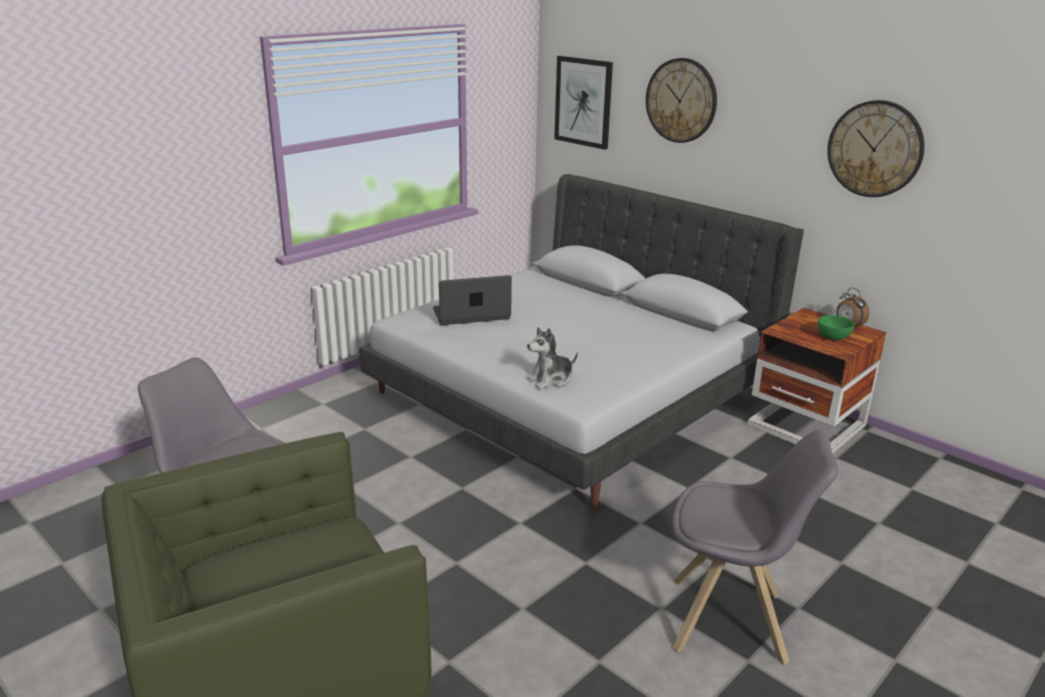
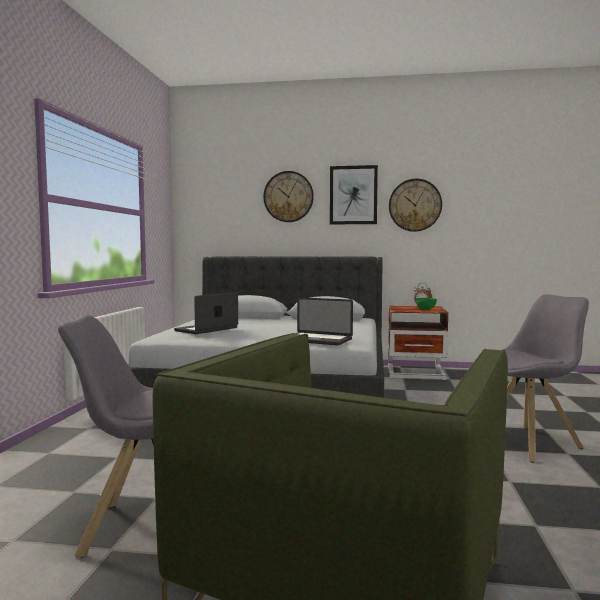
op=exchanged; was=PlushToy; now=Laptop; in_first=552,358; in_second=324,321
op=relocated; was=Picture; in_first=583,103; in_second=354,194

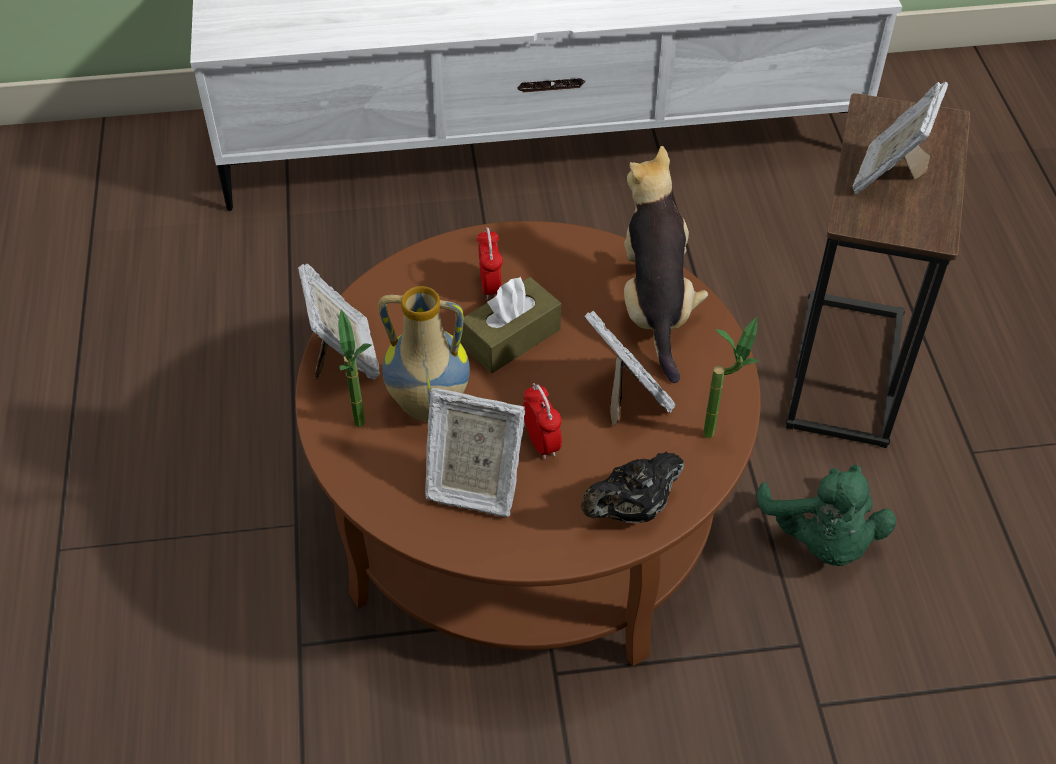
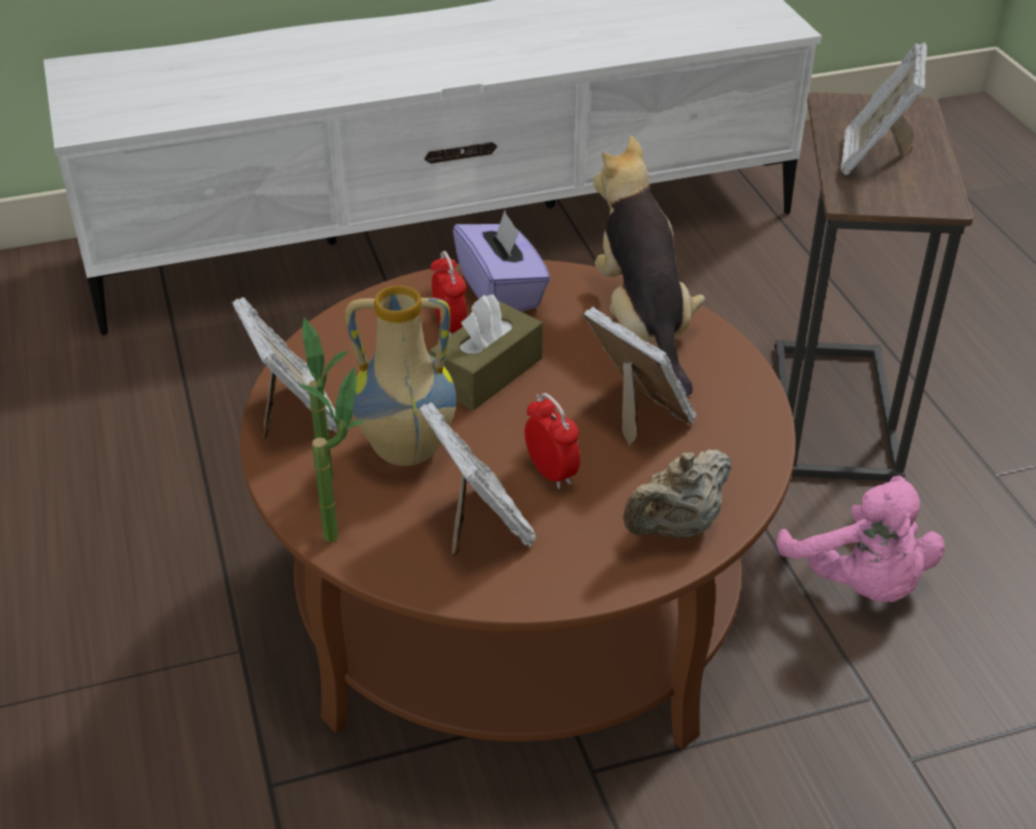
op=spun; was=PictureFrame; in_first=475,452; in_second=477,480; clockwise=-120
op=colour; was=BlackTeapot; now=BeigeTeapot; in_first=632,487; in_second=677,494
op=relocated; was=PottedPlant; in_first=731,377; in_second=331,454
op=colour; was=GreenPlushToy; now=PinkPlushToy; in_first=826,515; in_second=860,539
op=appeared; now=PurpleTissueBox; in_second=501,261

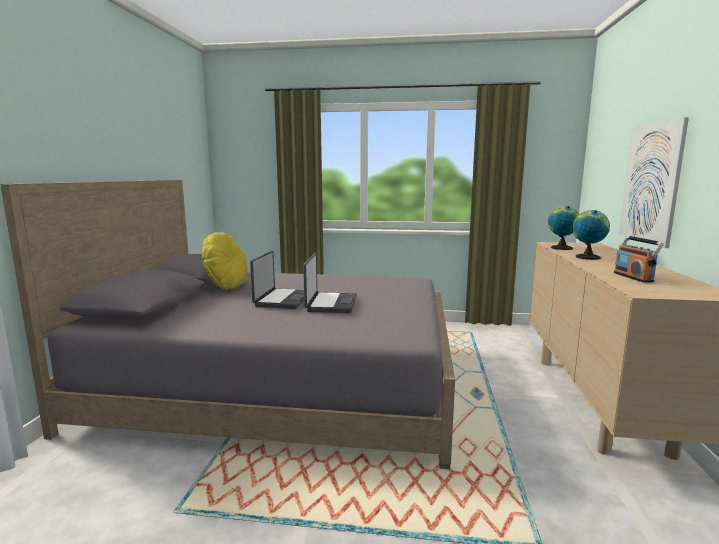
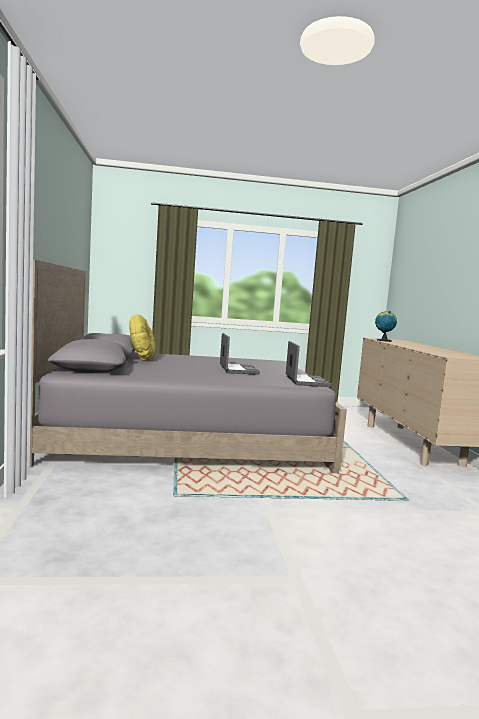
op=relocated; was=Laptop; in_first=277,280; in_second=309,364
op=missing; was=Globe; in_first=591,235
op=missing; was=Radio; in_first=639,259
op=missing; was=Picture; in_first=654,182

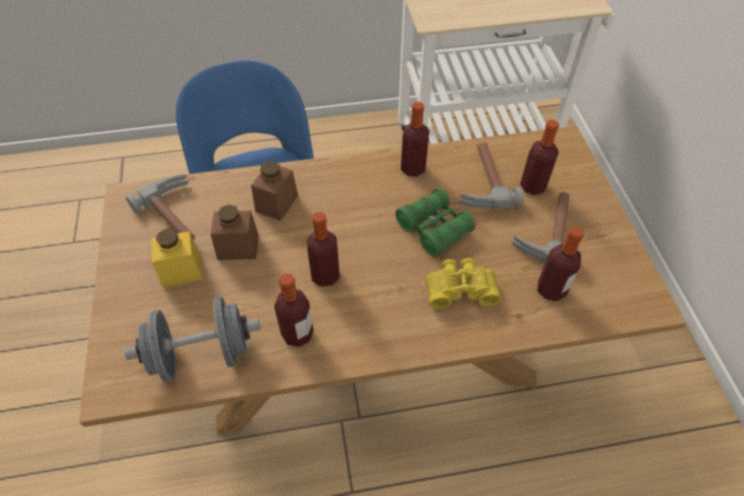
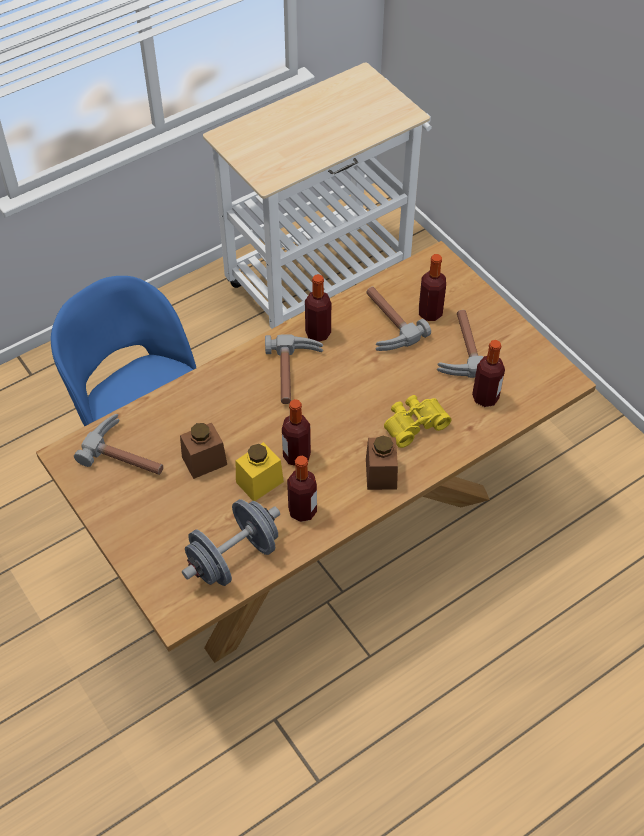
op=relocated; was=YellowJar; in_first=177,258; in_second=260,471
op=relocated; was=BrownJar; in_first=274,191; in_second=382,463
op=missing; was=GreenBinoculars; in_first=435,222
op=appeared; now=Hammer; in_second=294,369

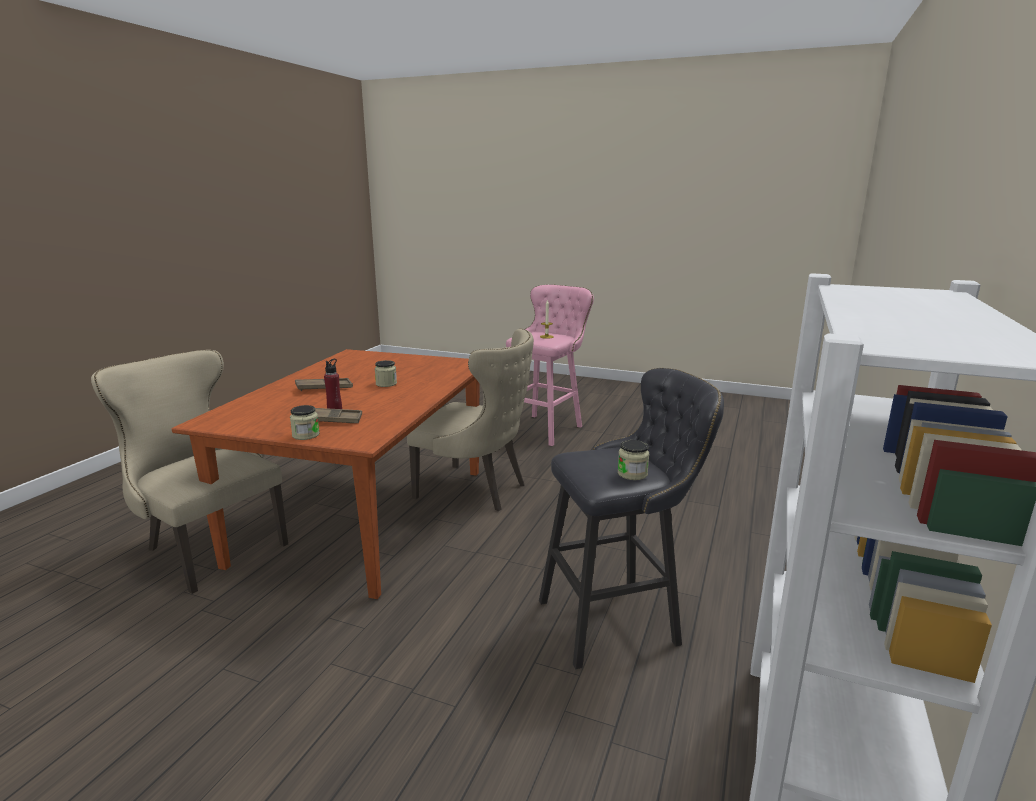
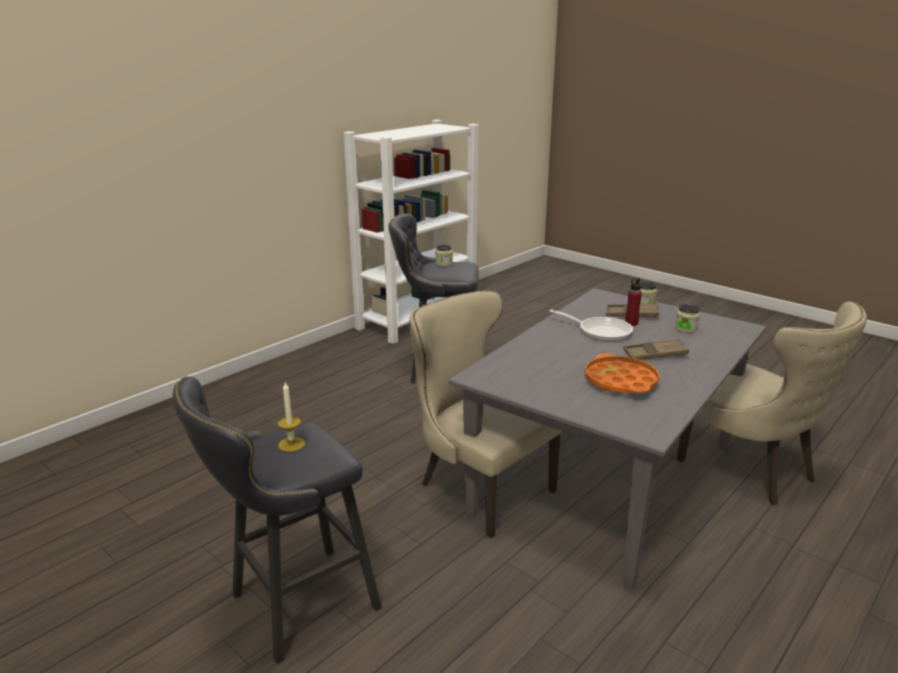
op=colour; was=BrownDiningTable; now=GreyDiningTable; in_first=325,474; in_second=607,439
op=relocated; was=Jar; in_first=386,373; in_second=687,318
op=colour; was=PinkStool; now=BlackStool; in_first=550,365; in_second=277,520
op=appeared; now=FryingPan; in_second=591,325
op=appeared; now=OrangeTray; in_second=622,373

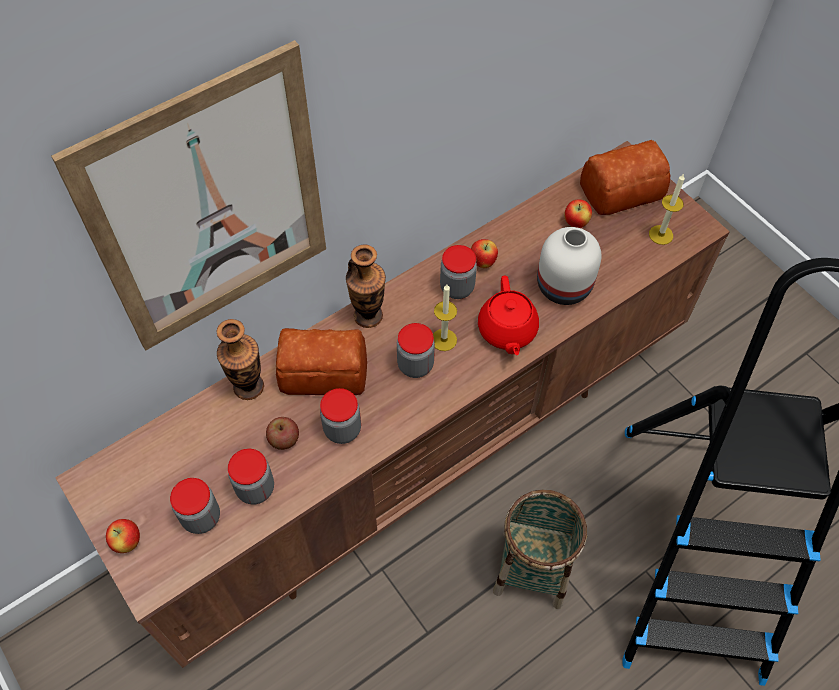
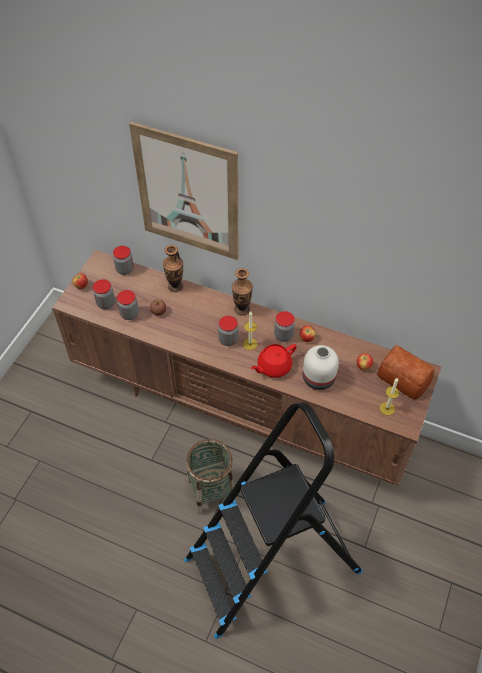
op=missing; was=Bread; in_first=321,361
op=relocated; was=Jar; in_first=340,416; in_second=123,260

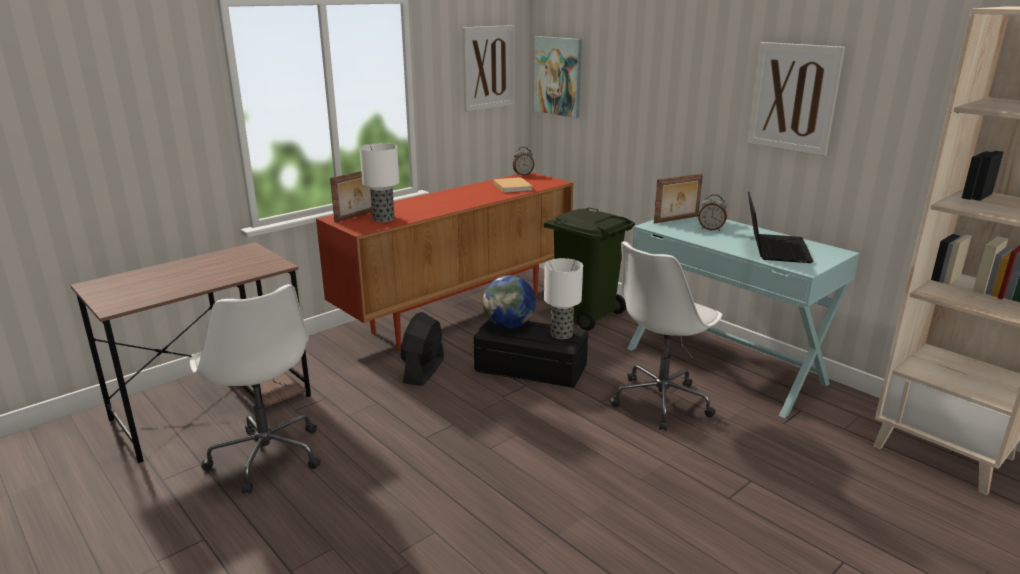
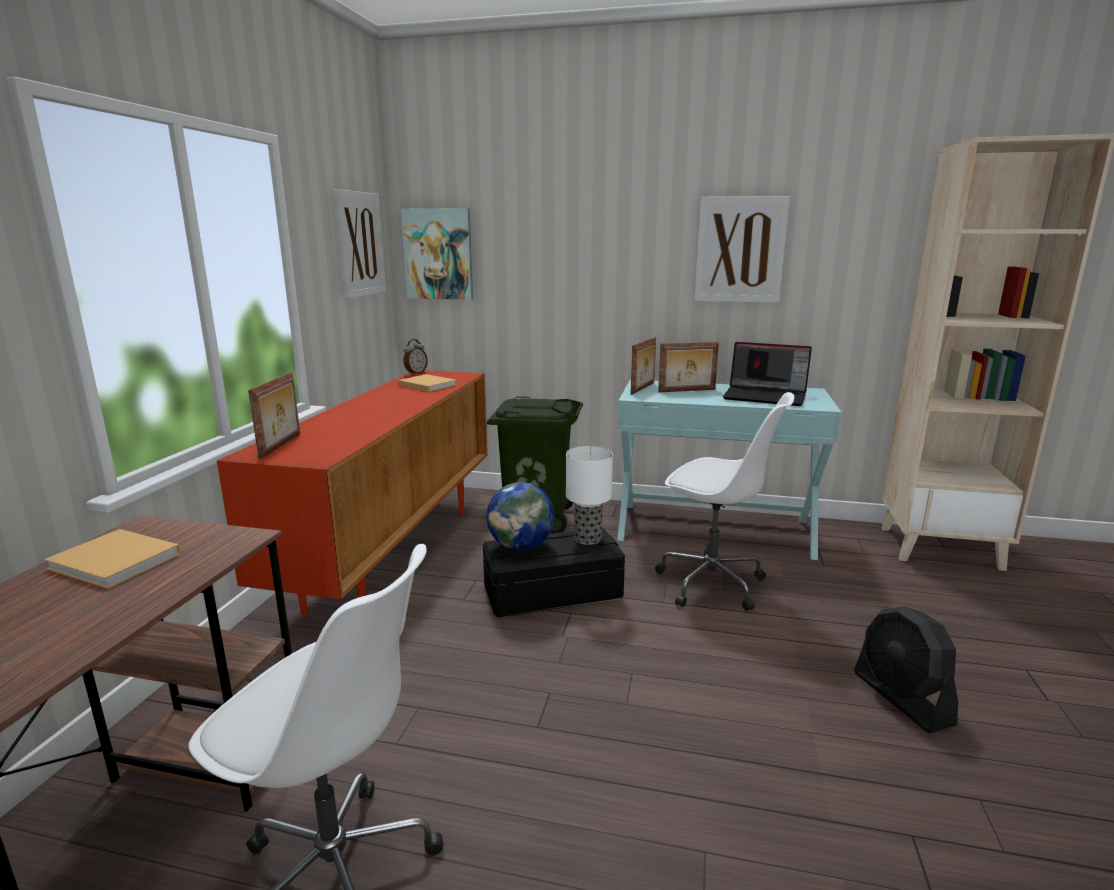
op=missing; was=TableLamp; in_first=379,182
op=relocated; was=BlackFan; in_first=422,349; in_second=906,669
op=spun; was=WhiteOfficeChair; in_first=666,336; in_second=725,501; clockwise=-75
op=exchanged; was=AlarmClock; now=PictureFrame; in_first=712,212; in_second=688,367
op=spun; was=Laptop; in_first=780,227; in_second=767,374; clockwise=135
op=appeared; now=BeigeBook; in_second=112,559

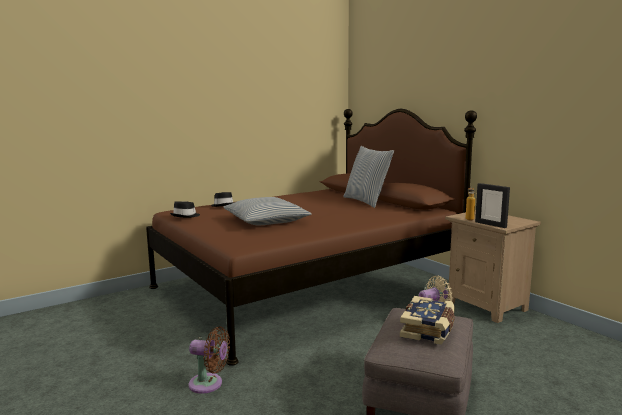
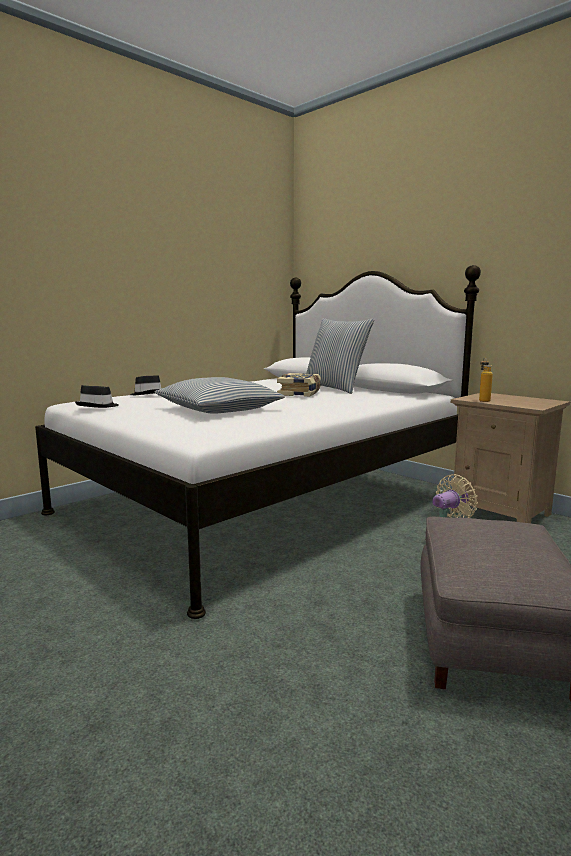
op=colour; was=BrownBed; now=WhiteBed; in_first=311,237; in_second=258,442
op=missing; was=BrownFan; in_first=209,360
op=relocated; was=Book; in_first=427,320; in_second=299,385
op=missing; was=PictureFrame; in_first=492,205

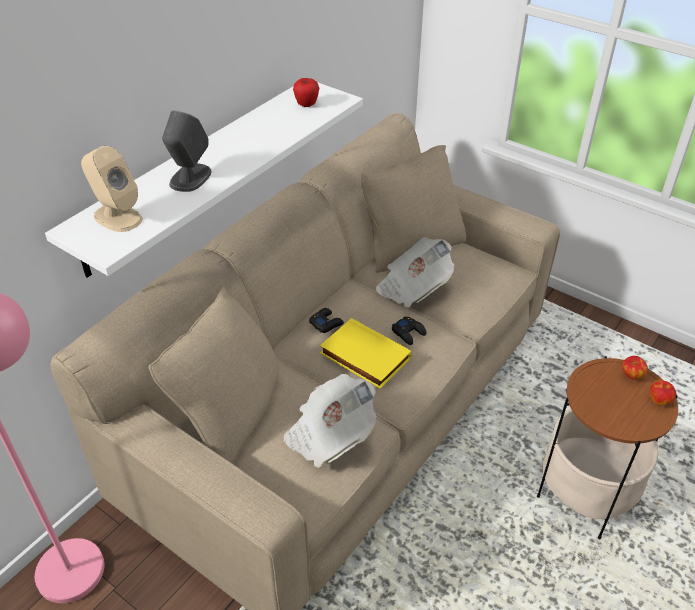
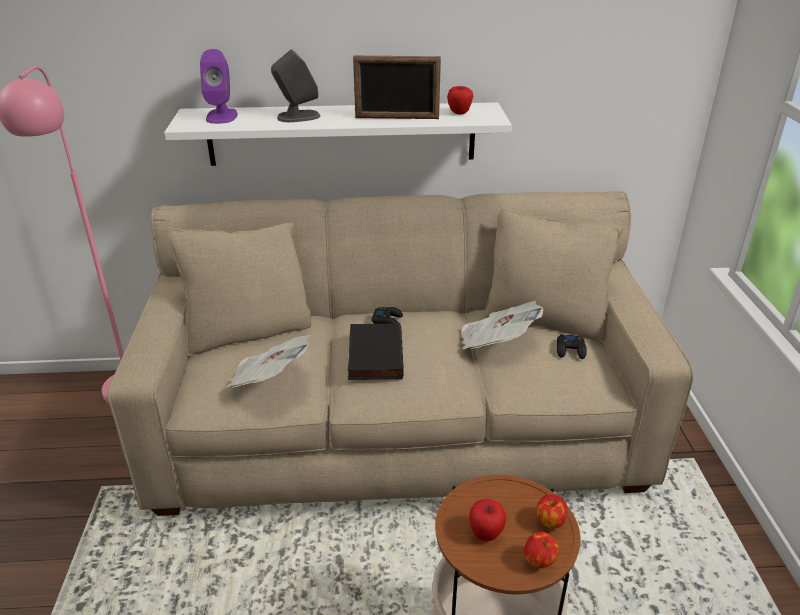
op=colour; was=BeigeSpeaker; now=PurpleSpeaker; in_first=112,189; in_second=219,86
op=colour; was=YellowBook; now=BlackBook; in_first=366,353; in_second=375,351
op=relocated; was=BlackGameController; in_first=409,330; in_second=572,346
op=appeared; now=PictureFrame; in_second=397,87
op=appeared; now=Apple; in_second=487,520

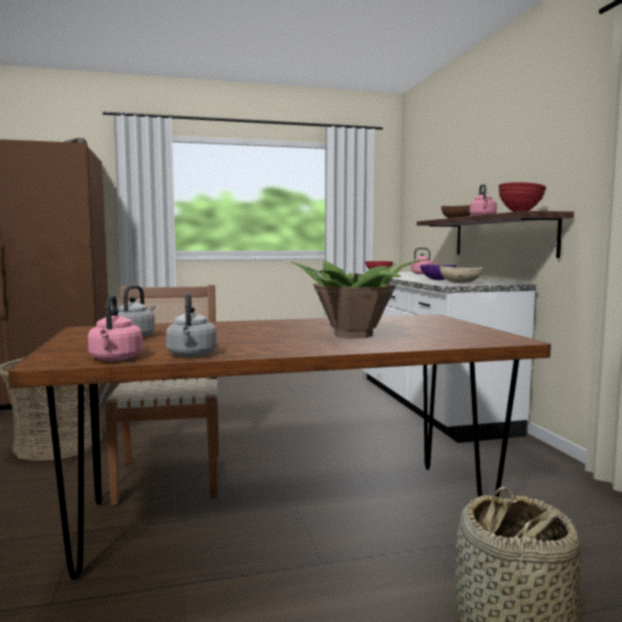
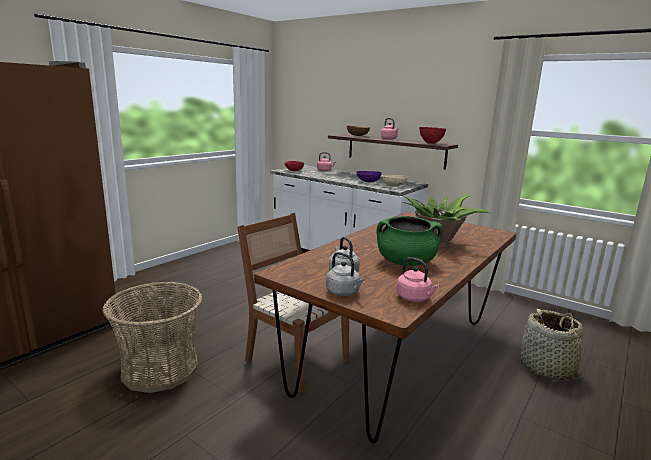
op=relocated; was=GreyKettle; in_first=191,325; in_second=345,274
op=appeared; now=GreenCookingPot; in_second=410,241

